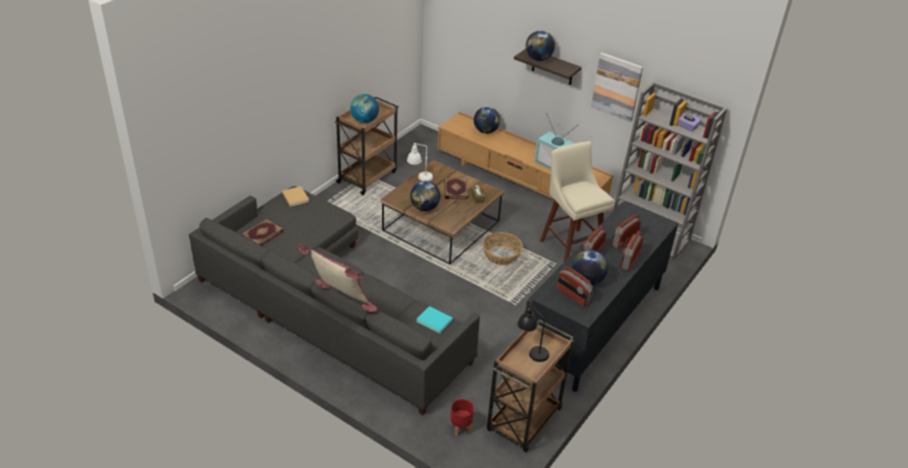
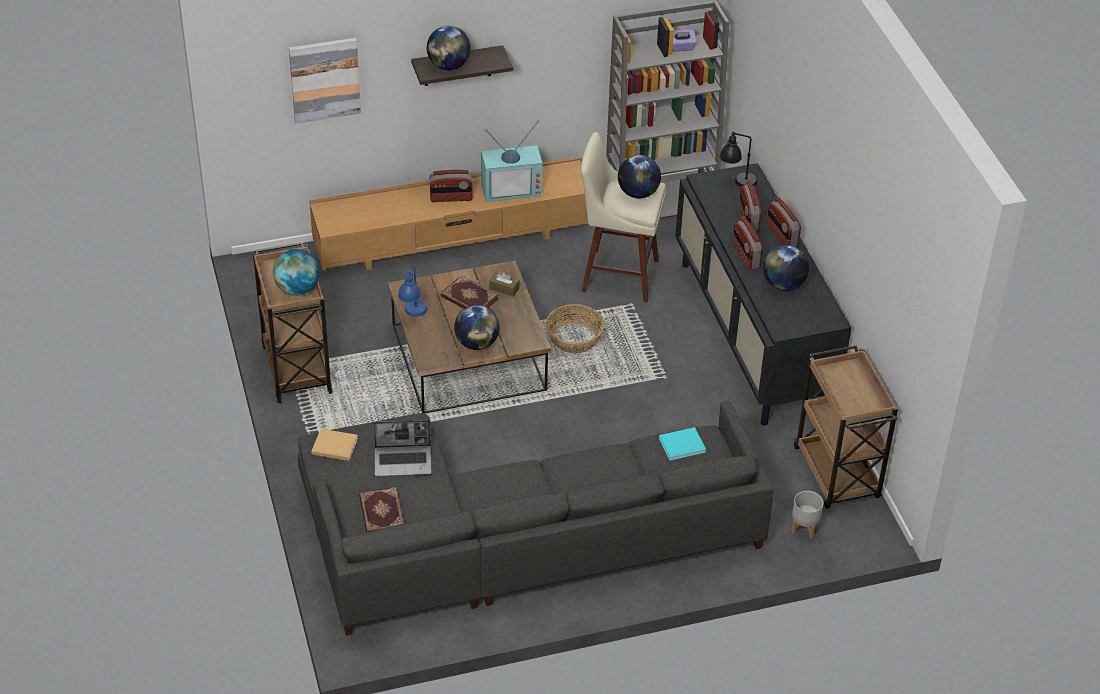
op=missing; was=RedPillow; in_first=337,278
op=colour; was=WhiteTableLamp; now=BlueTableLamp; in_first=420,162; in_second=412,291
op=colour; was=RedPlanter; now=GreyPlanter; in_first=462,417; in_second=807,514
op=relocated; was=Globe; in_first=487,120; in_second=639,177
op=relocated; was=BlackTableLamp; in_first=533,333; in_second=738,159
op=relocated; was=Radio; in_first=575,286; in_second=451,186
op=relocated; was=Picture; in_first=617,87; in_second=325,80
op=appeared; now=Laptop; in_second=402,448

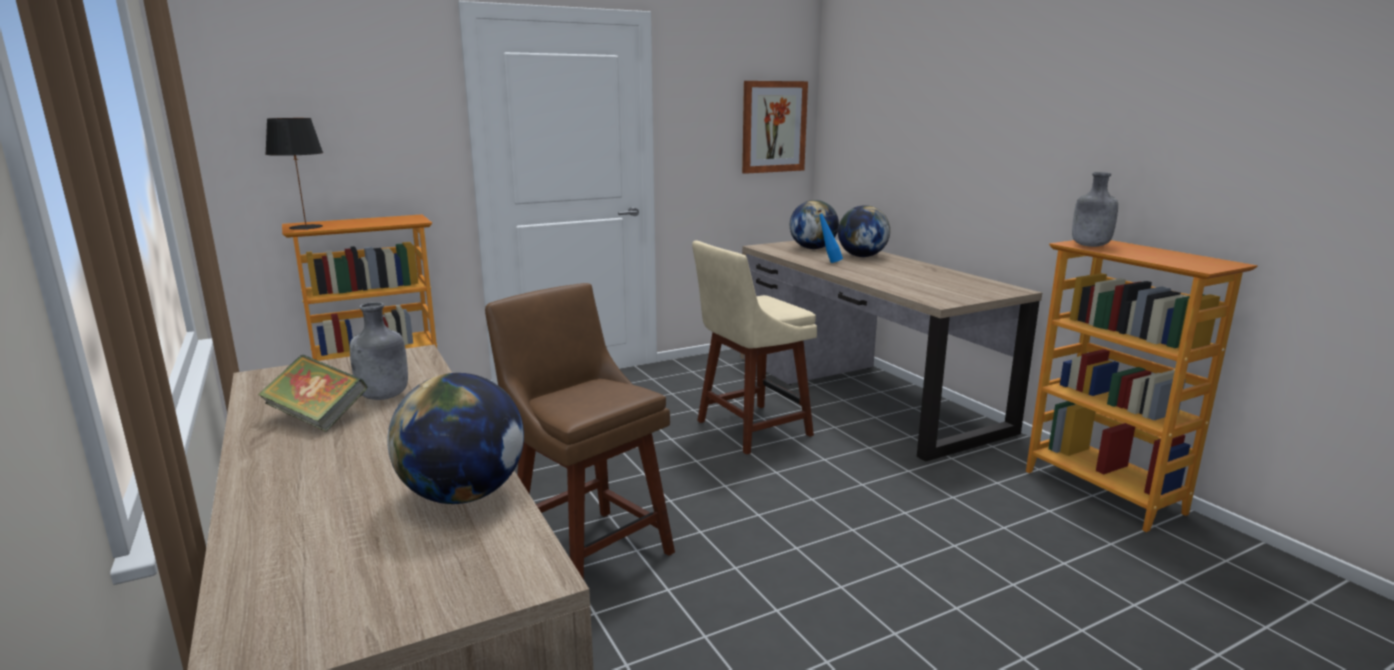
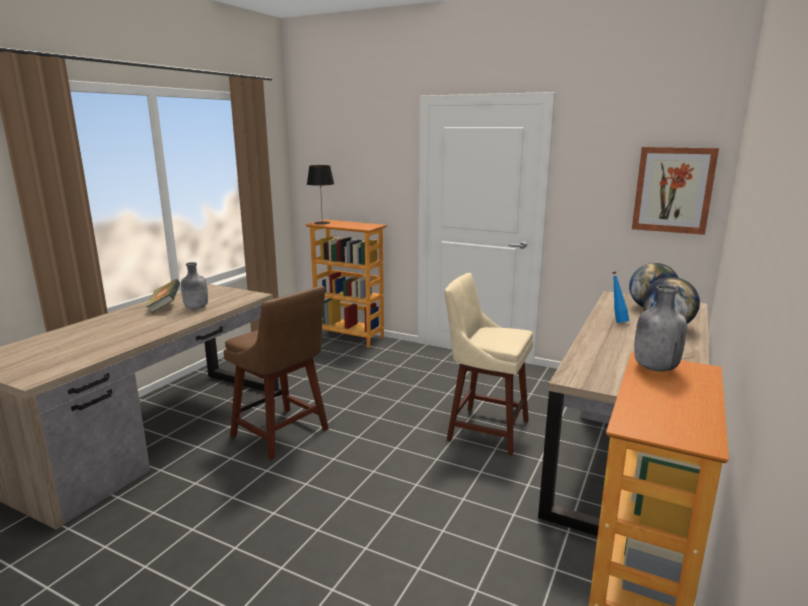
op=missing; was=Globe; in_first=455,438
op=spun; was=BrownChair; in_first=580,431; in_second=276,373; clockwise=120

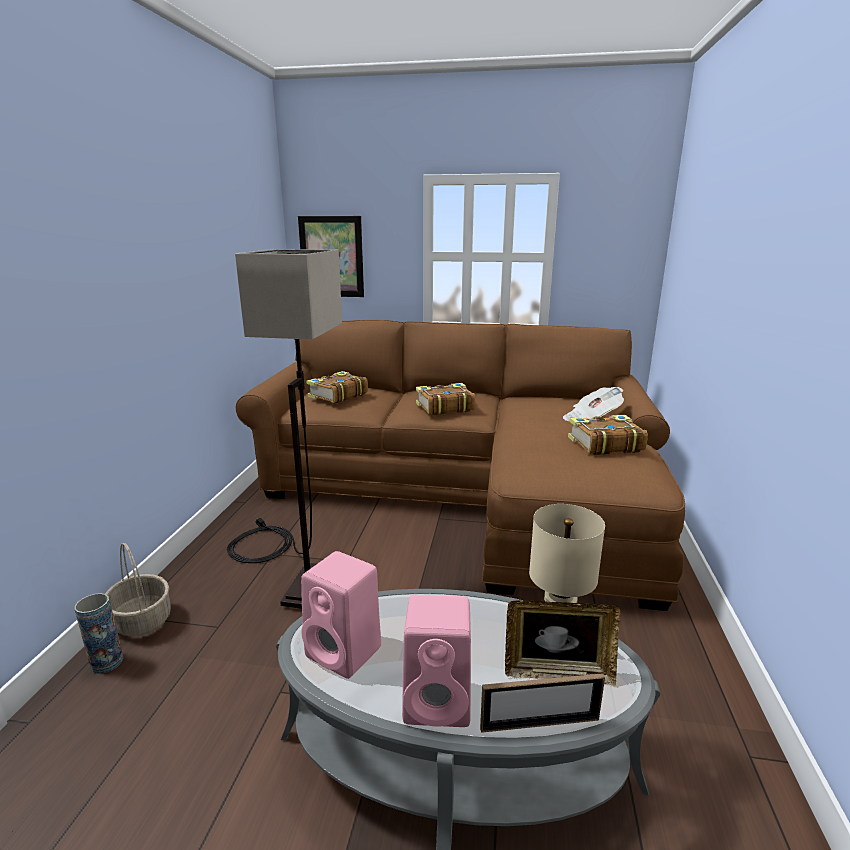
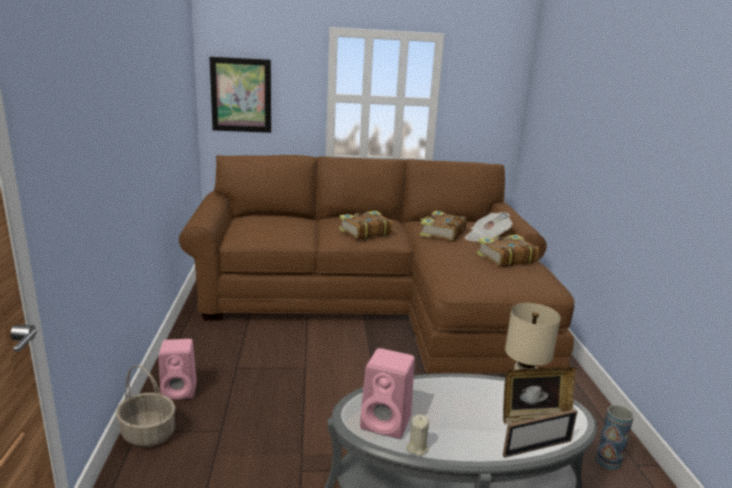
op=relocated; was=Vase; in_first=98,633; in_second=615,437
op=missing; was=FloorLamp; in_first=284,429
op=relocated; was=Book; in_first=337,387; in_second=443,226
op=relocated; was=PinkSpeaker; in_first=436,661; in_second=178,369
op=appeared; now=BeigeCandle; in_second=417,435

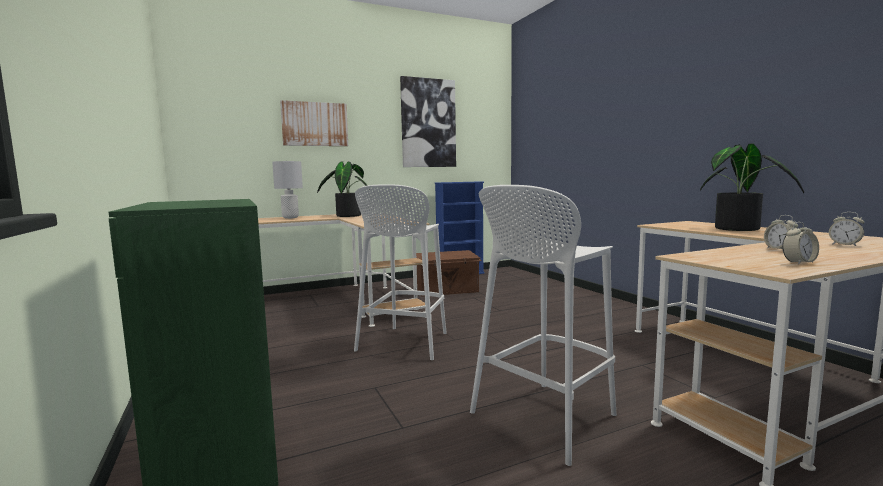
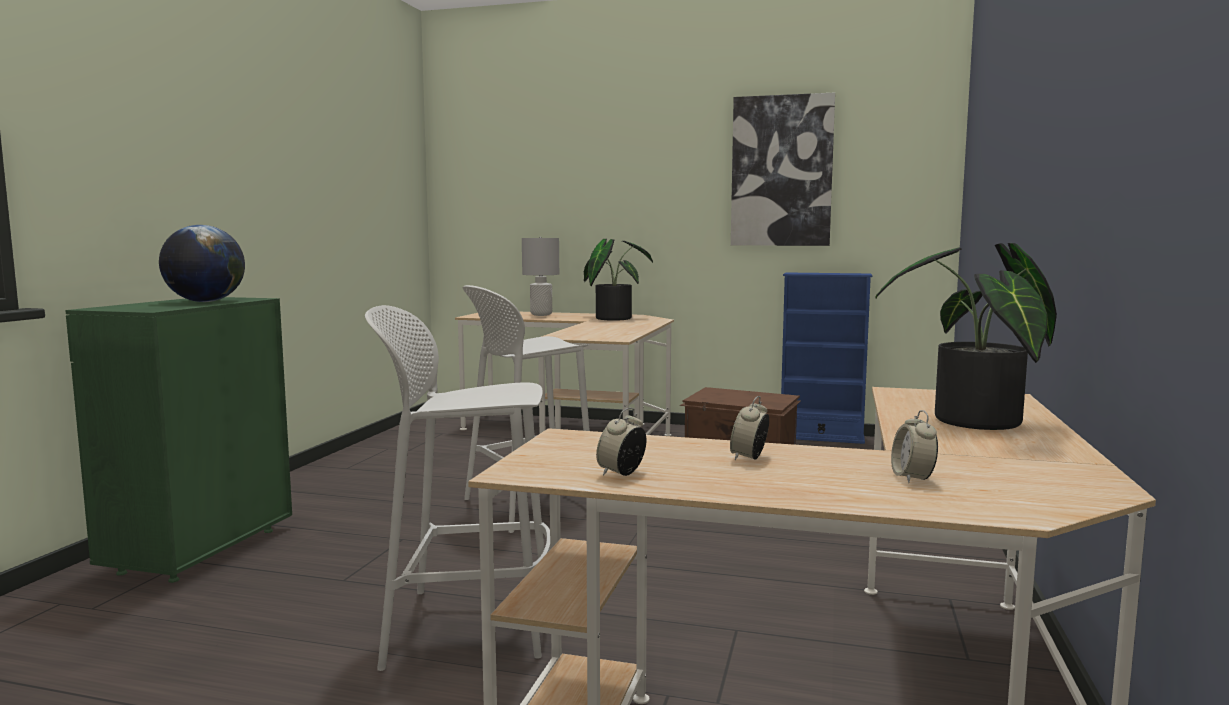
op=missing; was=Picture; in_first=314,123
op=spun; was=AlarmClock; in_first=800,243; in_second=621,442; clockwise=105
op=appeared; now=Globe; in_second=202,263

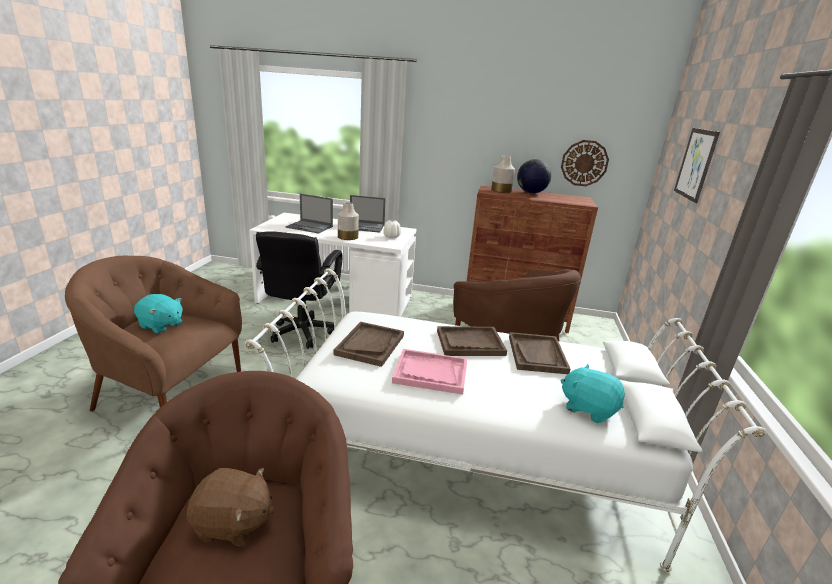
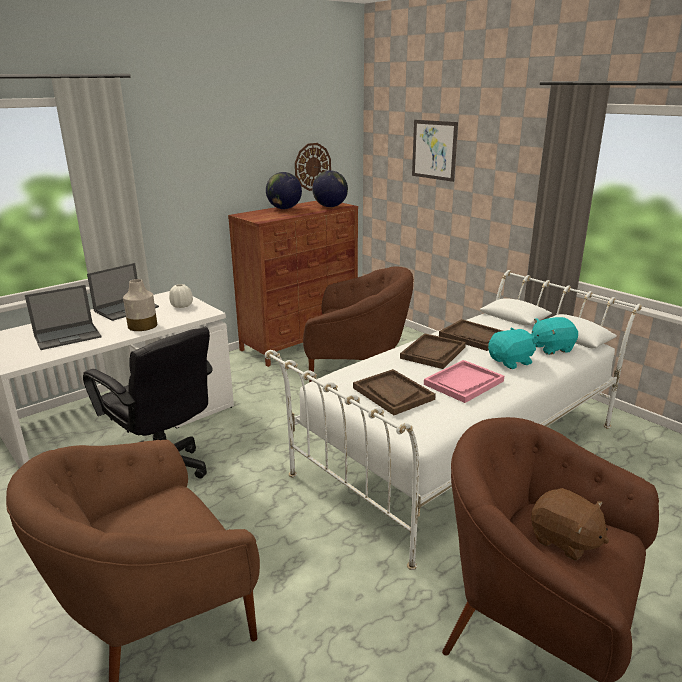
op=relocated; was=TurquoisePlushToy; in_first=158,314; in_second=513,348
op=spun; was=BrownPlushToy; in_first=231,507; in_second=570,524; clockwise=90
op=missing; was=BeigeVase; in_first=503,174
op=appeared; now=Globe; in_second=330,188

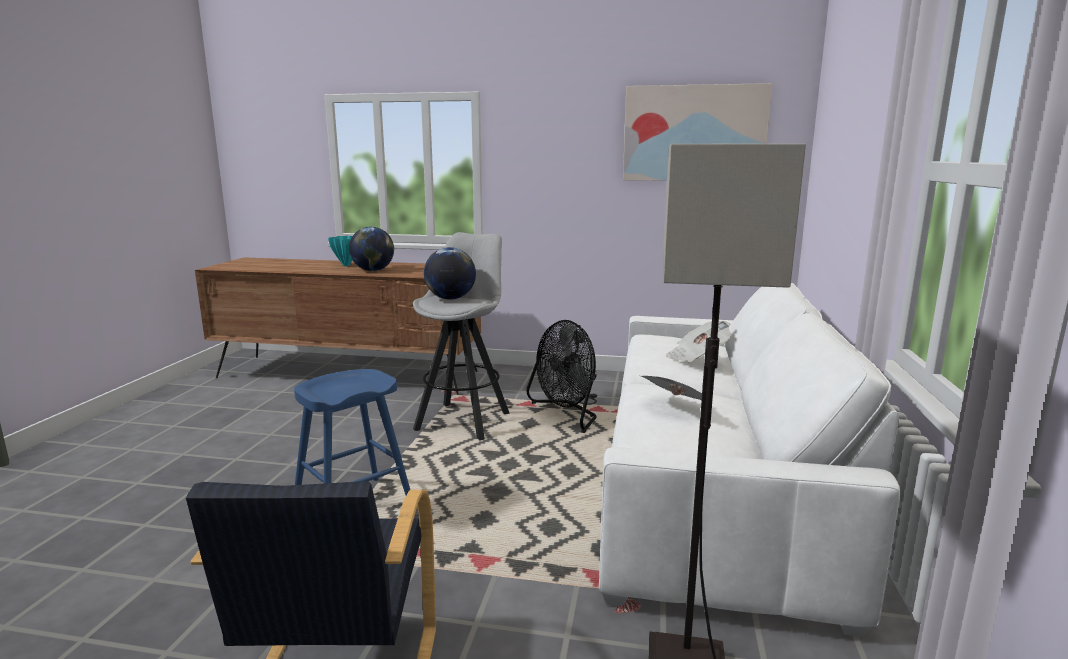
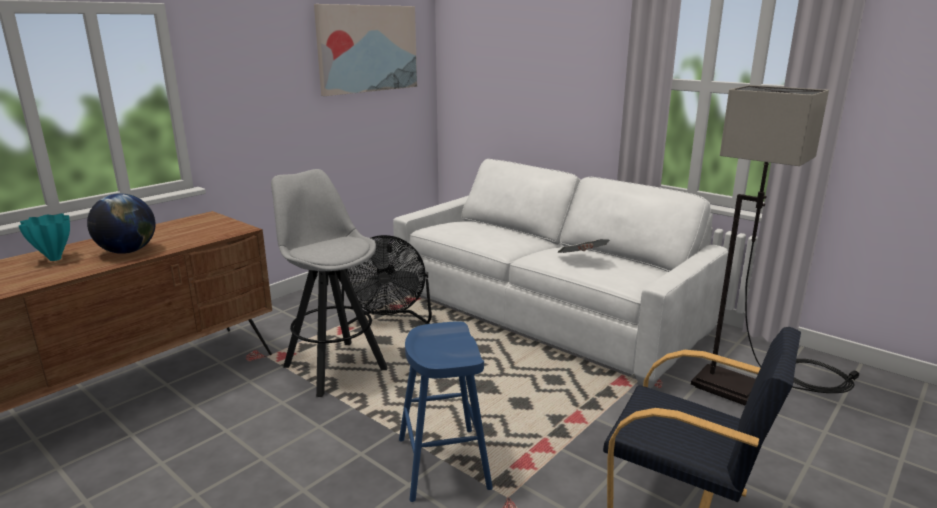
op=missing; was=Globe; in_first=450,273
op=missing; was=Newspaper; in_first=699,341

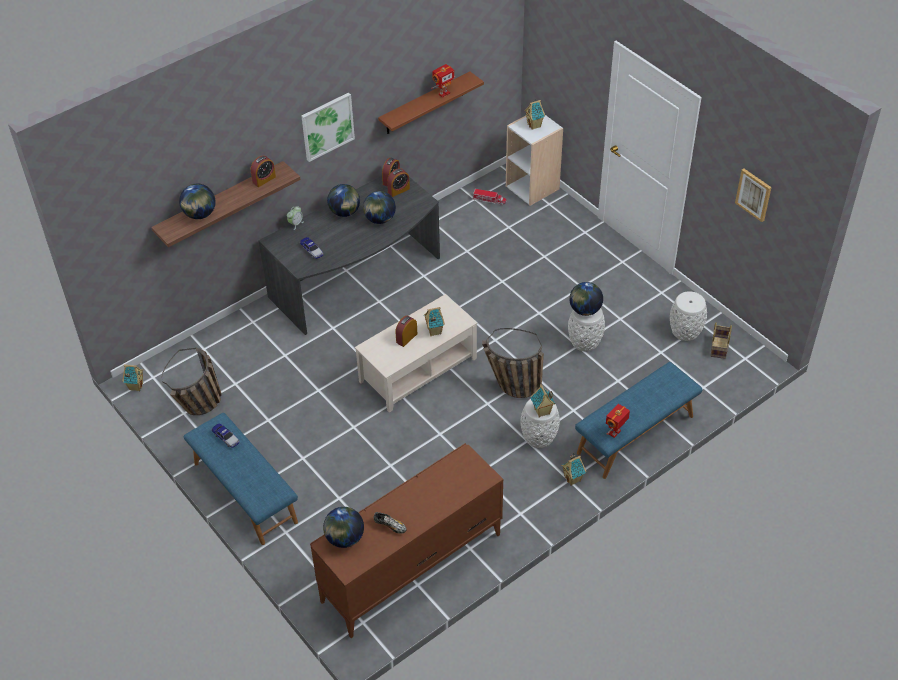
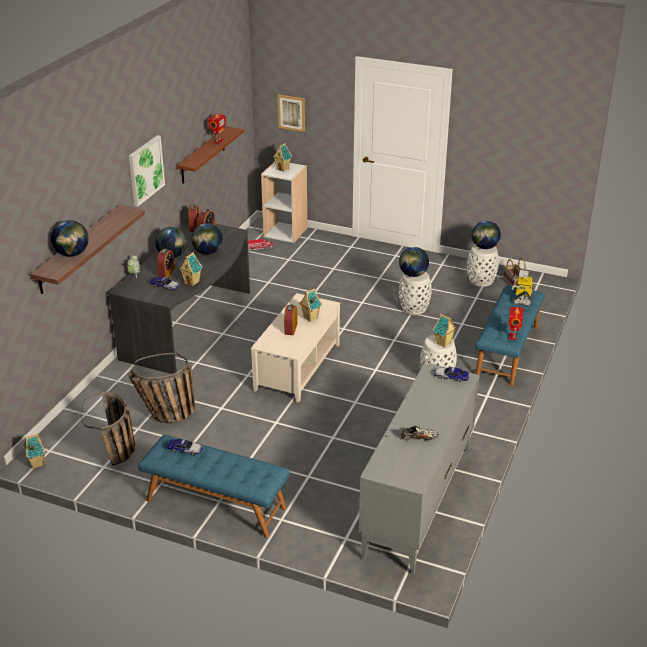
op=relocated; was=AlarmClock; in_first=263,171; in_second=166,263
op=colour; was=BrownDresser; now=GreyDresser; in_first=407,540; in_second=419,469
op=relocated; was=Globe; in_first=343,527; in_second=486,235
op=relocated; was=Basket; in_first=513,363; in_second=161,388
op=relocated; was=ToyHouse; in_first=574,469; in_second=191,269
op=relocated; was=Picture; in_first=753,195; in_second=291,113
op=appeared; now=ToyCar; in_second=451,374
op=appeared; now=ToyRobot; in_second=523,288

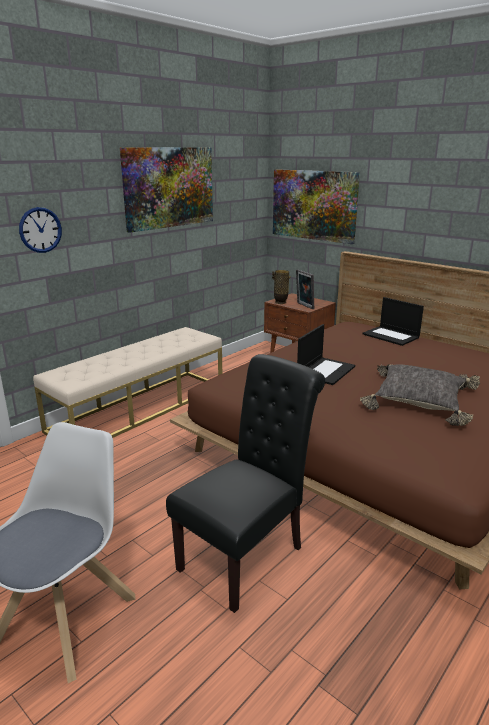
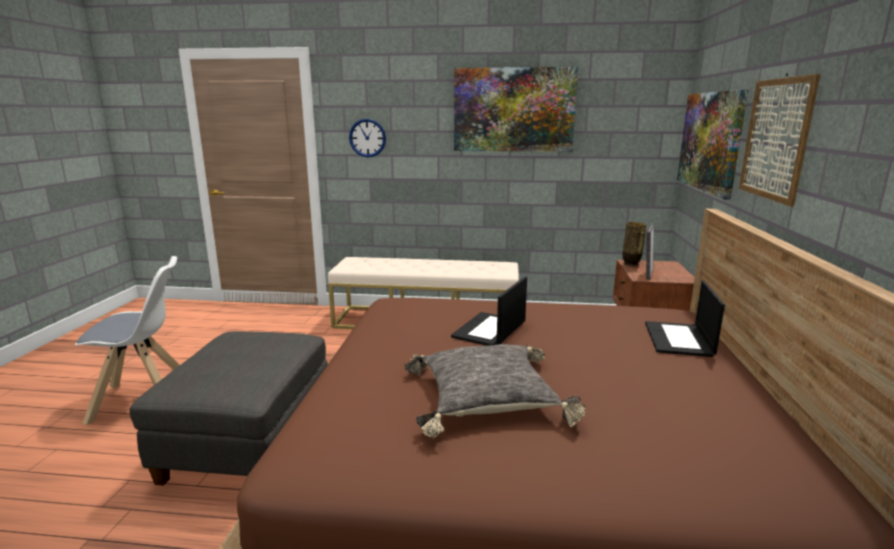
op=exchanged; was=BlackChair; now=GreyOttoman; in_first=245,483; in_second=229,408
op=spun; was=Laptop; in_first=326,354; in_second=489,311; clockwise=120
op=appeared; now=Picture; in_second=779,139

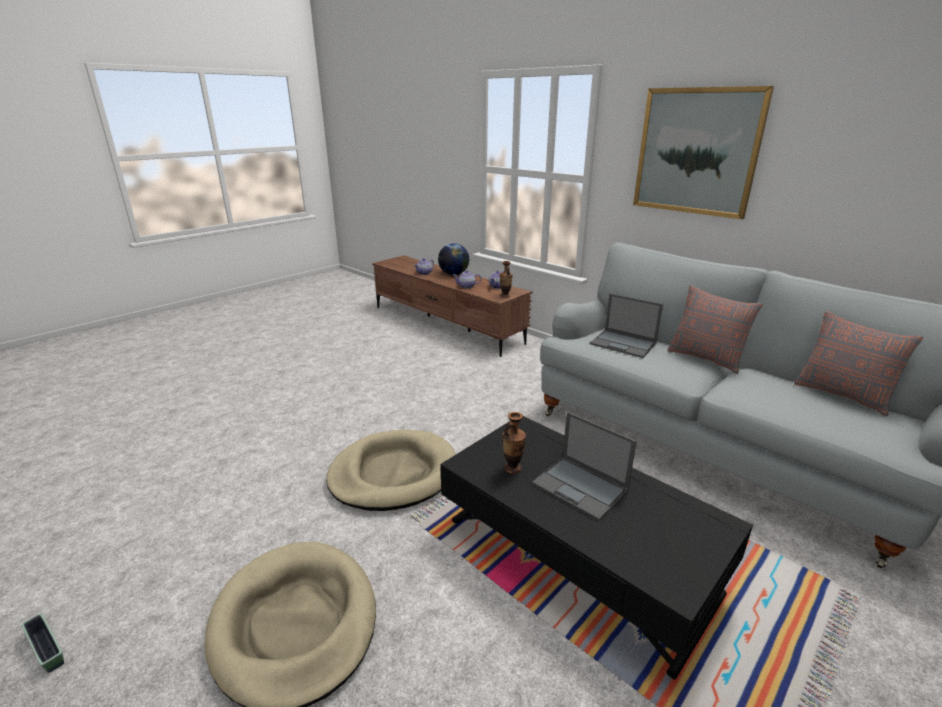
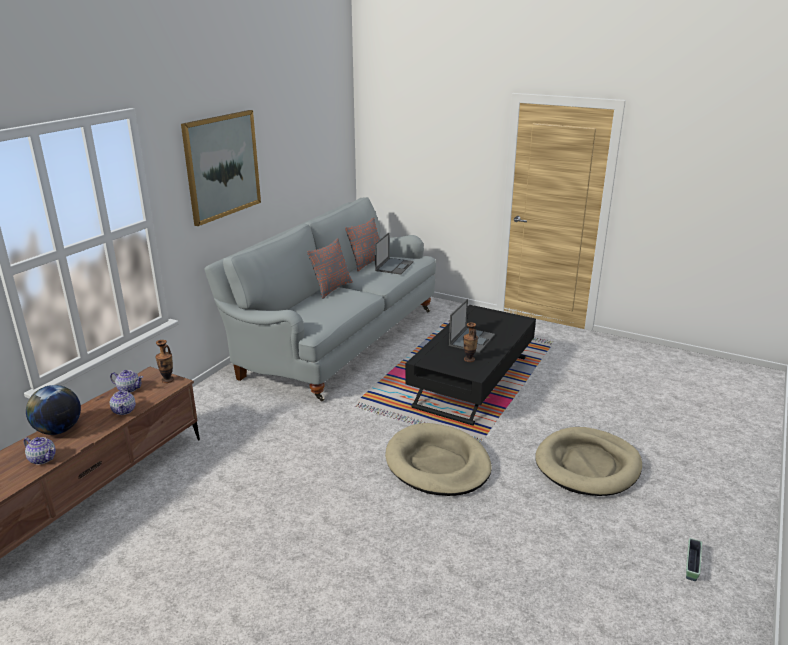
op=relocated; was=Laptop; in_first=626,326; in_second=394,253

